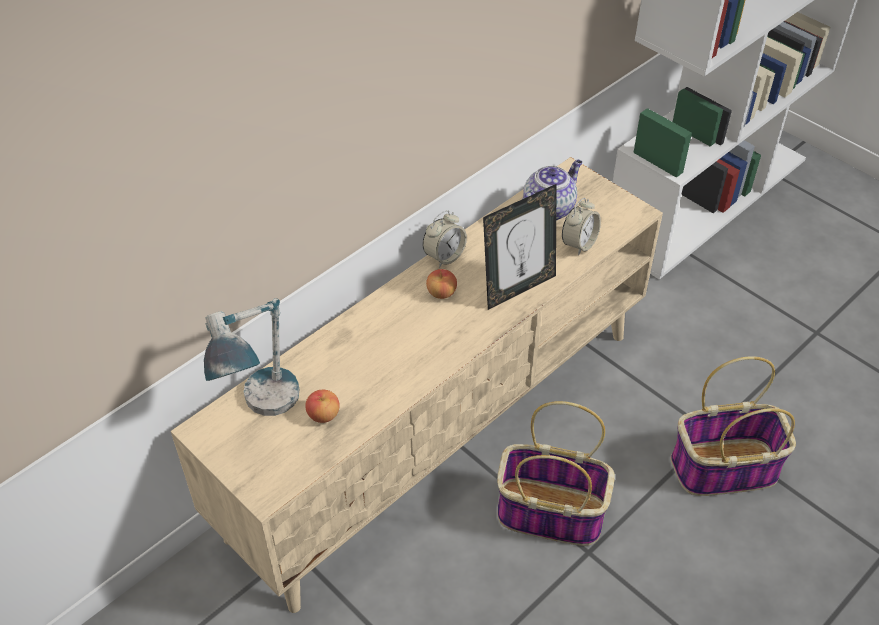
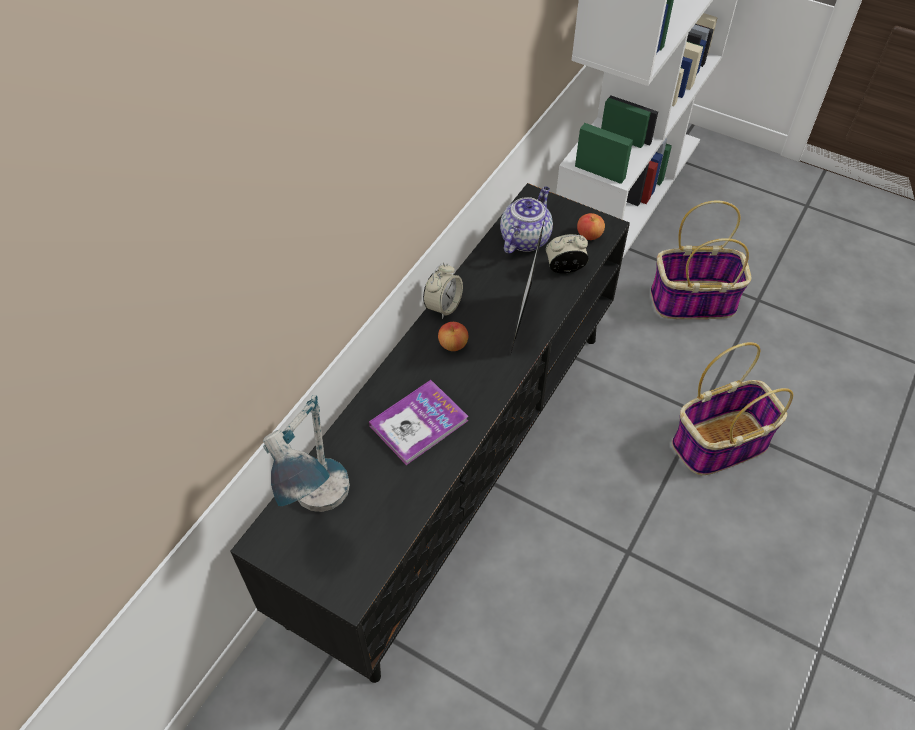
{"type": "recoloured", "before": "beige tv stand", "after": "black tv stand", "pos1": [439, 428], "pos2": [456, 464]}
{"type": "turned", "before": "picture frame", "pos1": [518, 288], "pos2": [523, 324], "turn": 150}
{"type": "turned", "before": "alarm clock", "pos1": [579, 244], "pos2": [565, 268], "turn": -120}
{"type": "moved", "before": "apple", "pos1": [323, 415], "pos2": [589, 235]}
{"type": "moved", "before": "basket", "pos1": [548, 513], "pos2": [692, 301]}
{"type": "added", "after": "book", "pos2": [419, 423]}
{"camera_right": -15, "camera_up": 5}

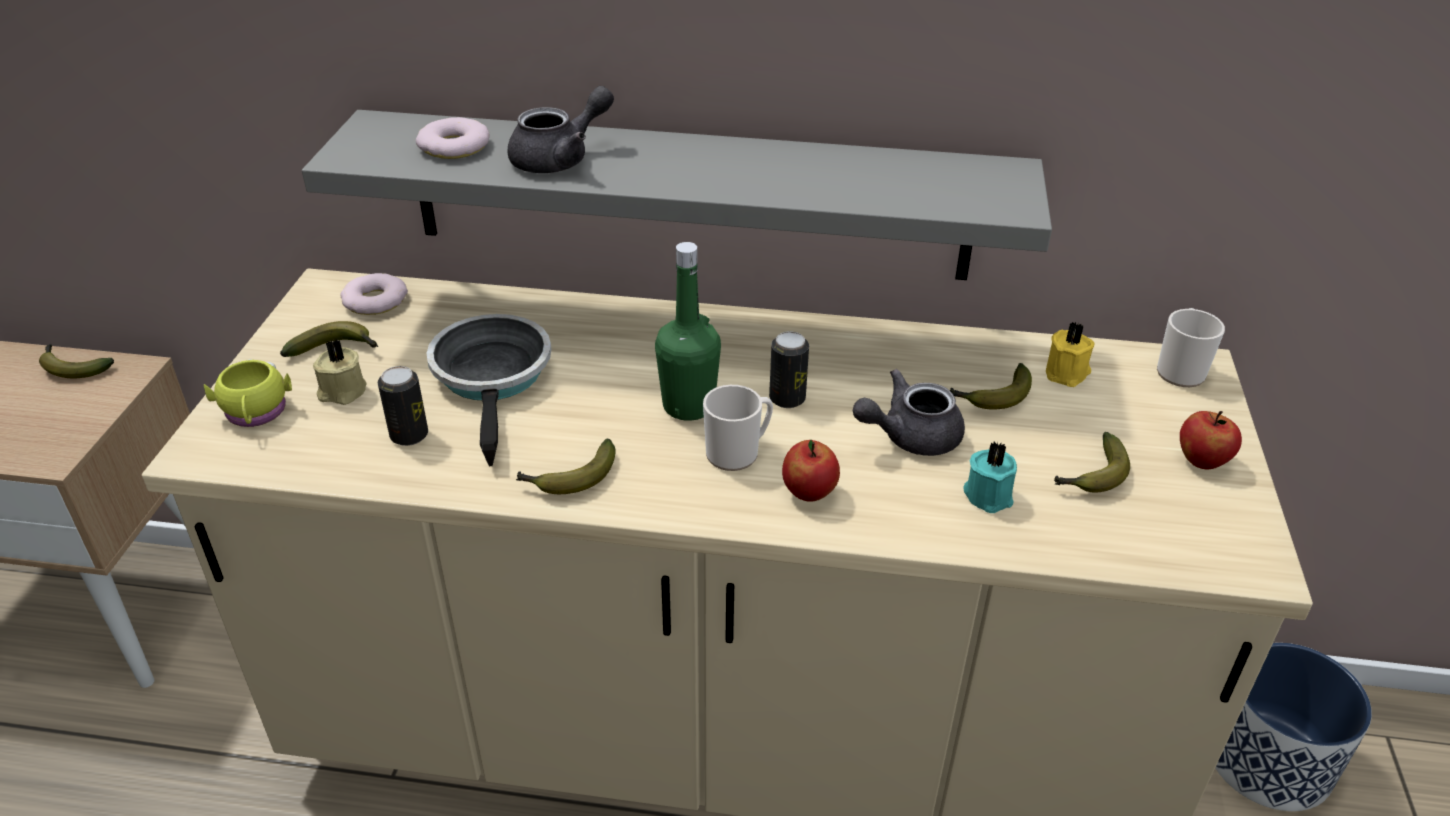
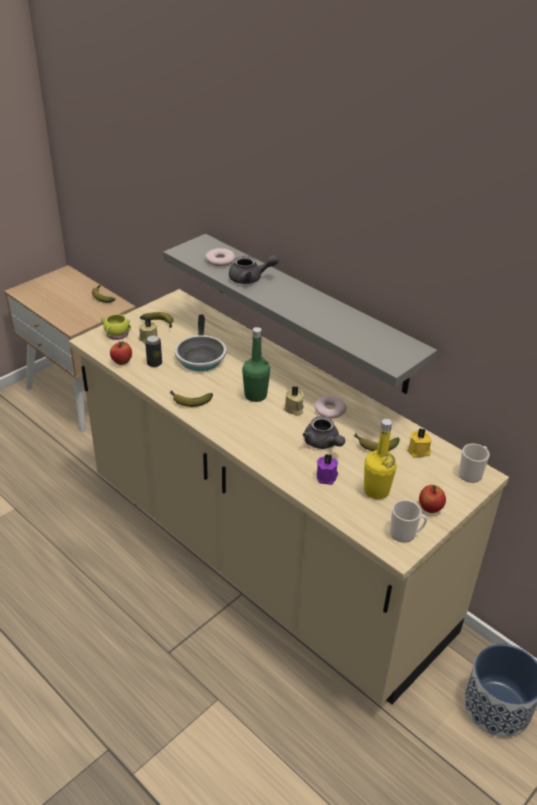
{"type": "moved", "before": "donut", "pos1": [375, 301], "pos2": [329, 410]}
{"type": "turned", "before": "frying pan", "pos1": [493, 378], "pos2": [200, 356], "turn": 150}
{"type": "replaced", "before": "can", "after": "beige candle", "pos1": [787, 398], "pos2": [294, 409]}
{"type": "turned", "before": "grey teapot", "pos1": [909, 436], "pos2": [323, 443], "turn": -135}
{"type": "moved", "before": "mug", "pos1": [738, 453], "pos2": [405, 533]}
{"type": "replaced", "before": "banana", "after": "yellow bottle", "pos1": [1092, 476], "pos2": [376, 491]}
{"type": "moved", "before": "apple", "pos1": [809, 492], "pos2": [122, 362]}
{"type": "recoloured", "before": "turquoise candle", "after": "purple candle", "pos1": [989, 494], "pos2": [327, 477]}
{"camera_right": 35, "camera_up": 0}

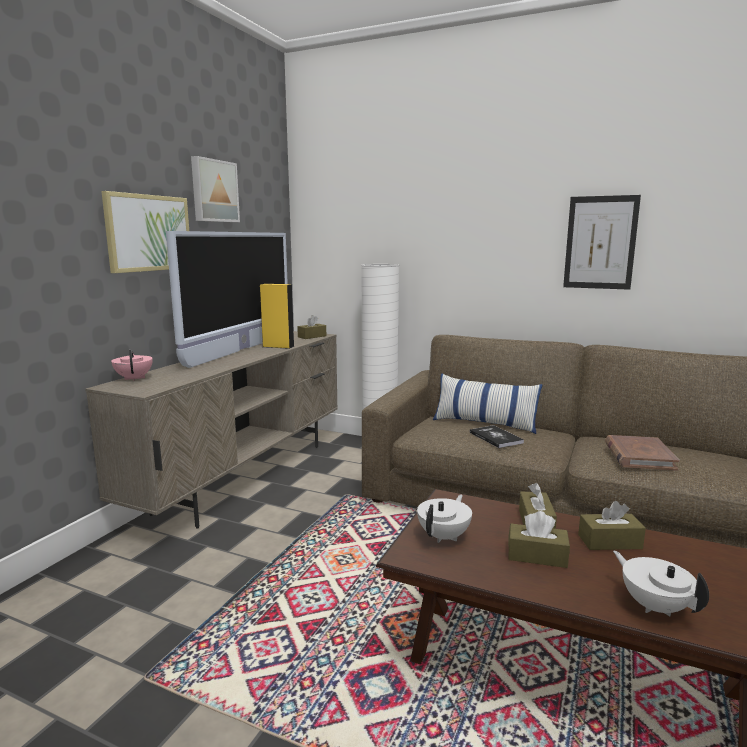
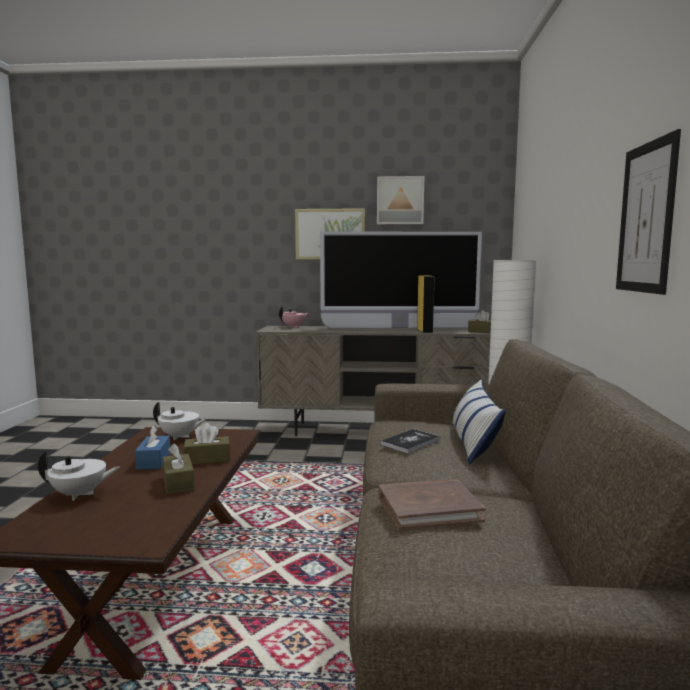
{"type": "recoloured", "before": "brown tissue box", "after": "blue tissue box", "pos1": [537, 556], "pos2": [154, 461]}
{"type": "turned", "before": "white teapot", "pos1": [654, 606], "pos2": [80, 494], "turn": 45}
{"camera_right": 70, "camera_up": -5}

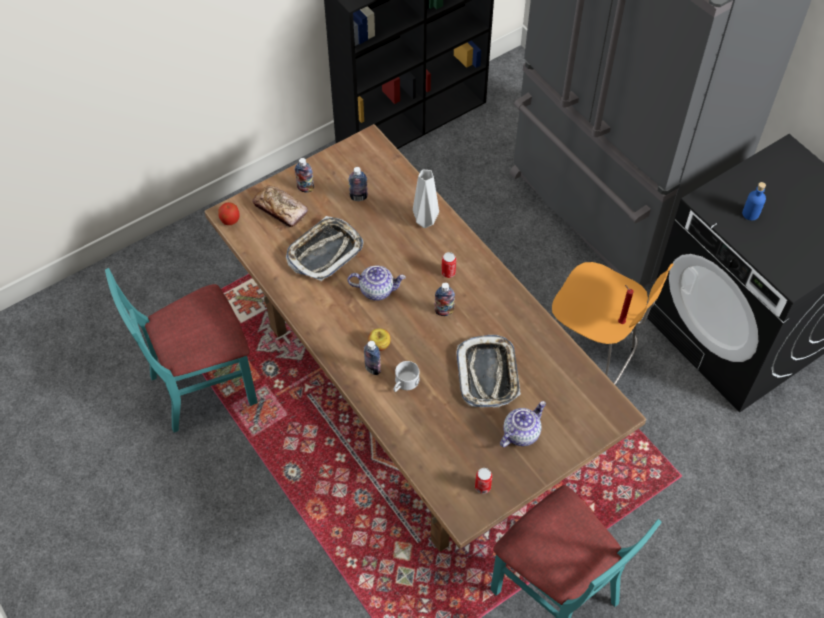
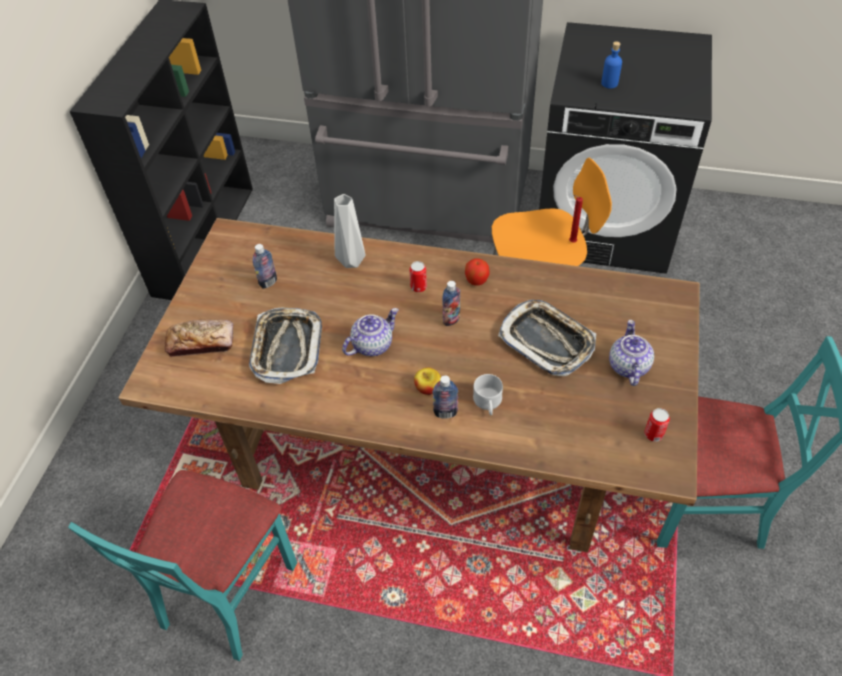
{"type": "removed", "before": "bottle", "pos1": [305, 188]}
{"type": "moved", "before": "apple", "pos1": [230, 220], "pos2": [476, 280]}
{"camera_right": -40, "camera_up": -5}

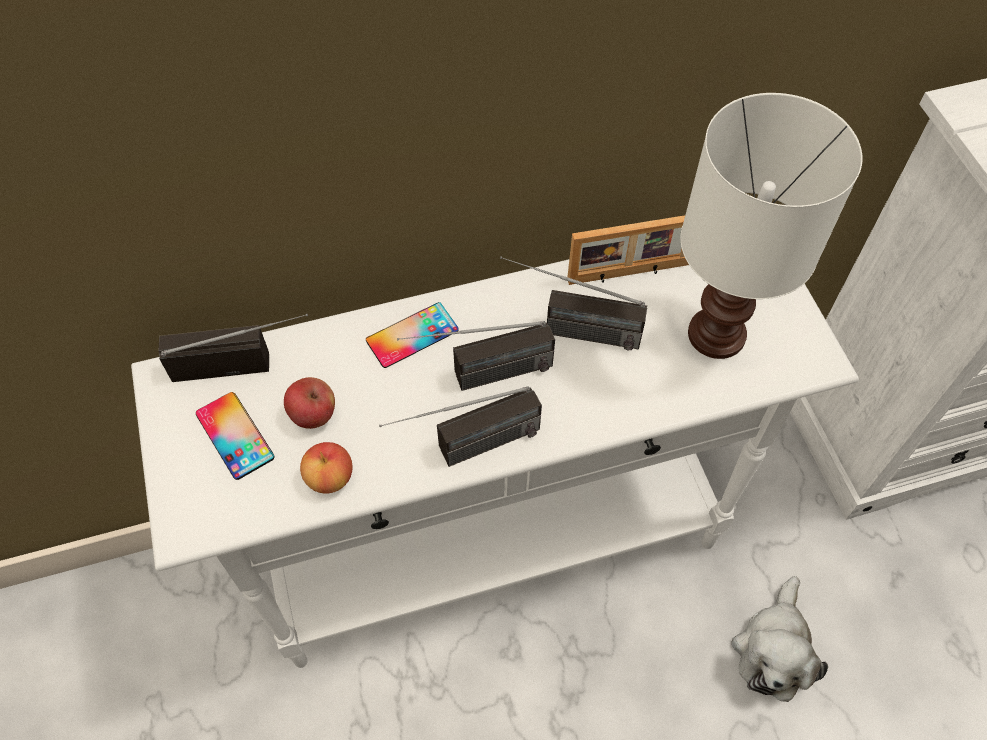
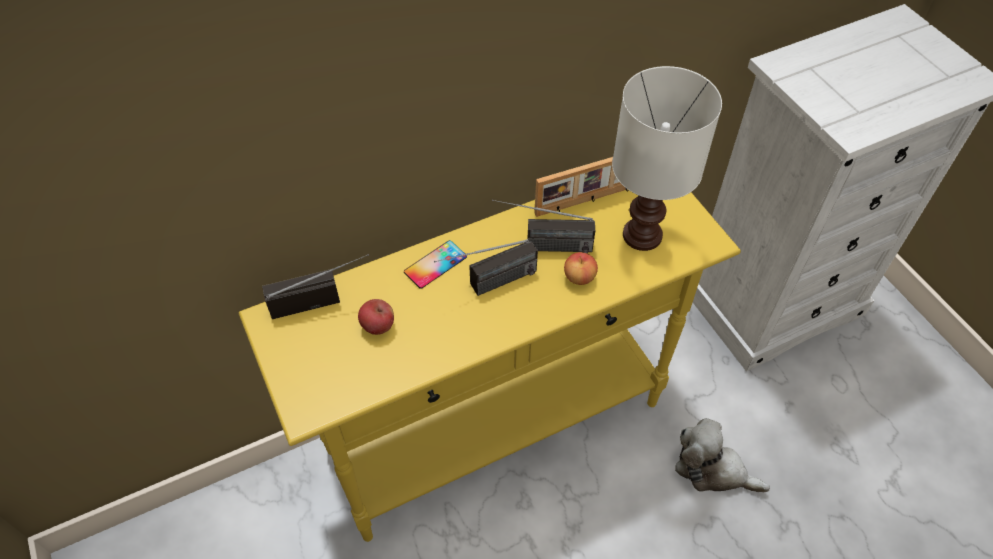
{"type": "recoloured", "before": "white console table", "after": "yellow console table", "pos1": [494, 542], "pos2": [496, 427]}
{"type": "removed", "before": "radio", "pos1": [465, 451]}
{"type": "removed", "before": "phone", "pos1": [235, 435]}
{"type": "moved", "before": "apple", "pos1": [330, 477], "pos2": [579, 277]}
{"type": "turned", "before": "plush toy", "pos1": [773, 649], "pos2": [712, 469], "turn": 105}
{"camera_right": -10, "camera_up": -5}

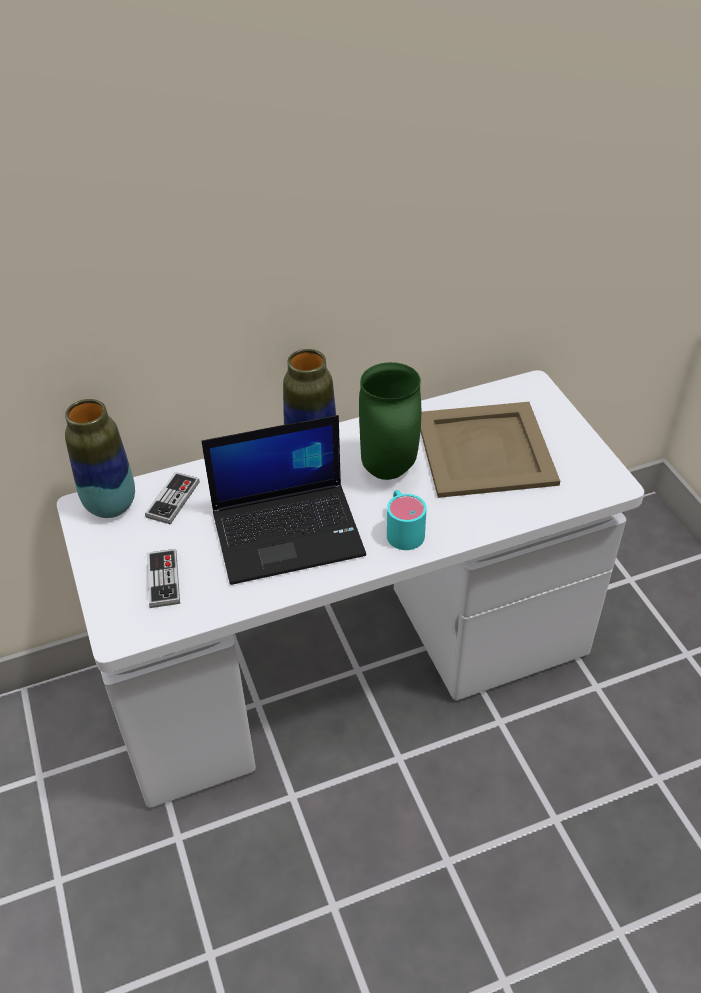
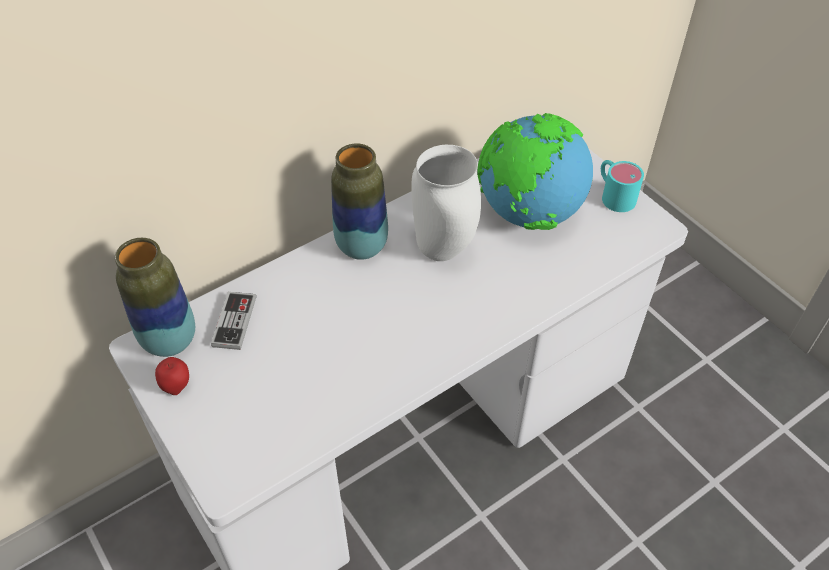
{"type": "recoloured", "before": "green vase", "after": "white vase", "pos1": [387, 471], "pos2": [441, 251]}
{"type": "replaced", "before": "beige tray", "after": "globe", "pos1": [484, 450], "pos2": [528, 214]}
{"type": "removed", "before": "laptop", "pos1": [289, 531]}
{"type": "moved", "before": "turquoise mug", "pos1": [402, 529], "pos2": [613, 194]}
{"type": "removed", "before": "game controller", "pos1": [163, 579]}
{"type": "added", "after": "apple", "pos2": [177, 387]}
{"camera_right": -15, "camera_up": 5}

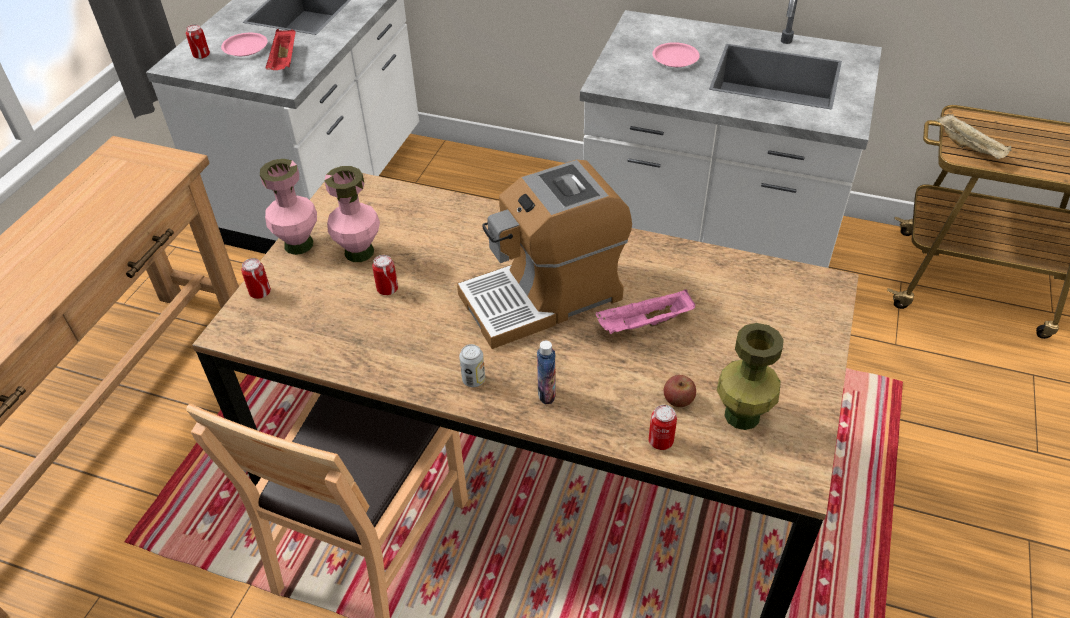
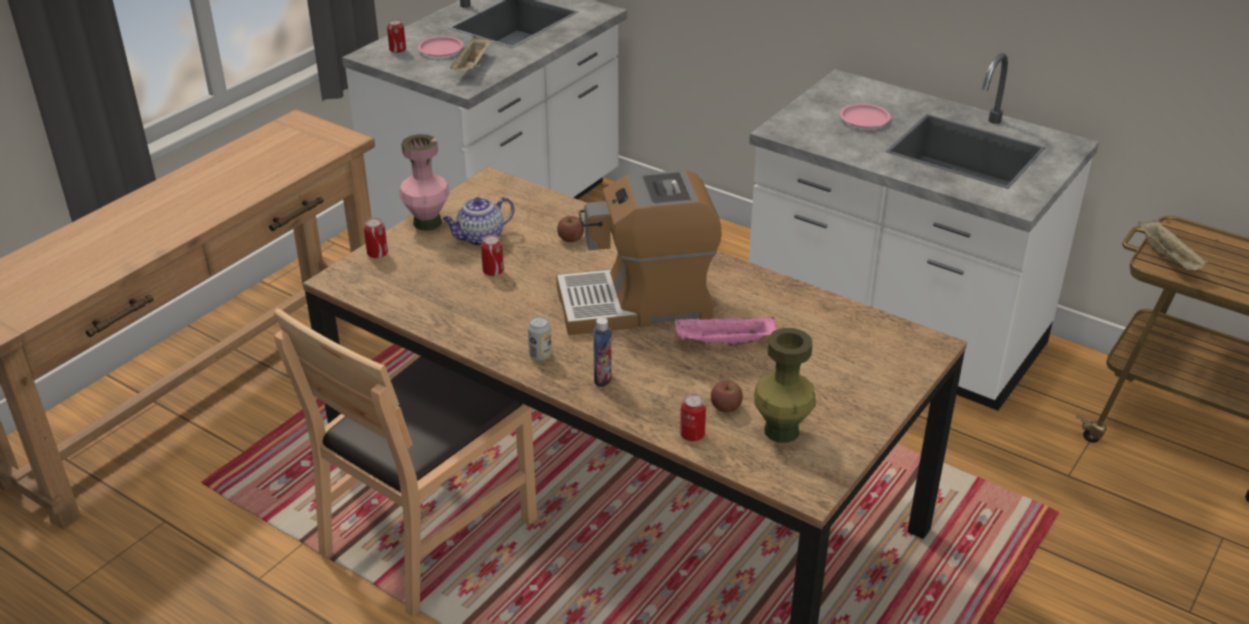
{"type": "recoloured", "before": "red tray", "after": "beige tray", "pos1": [284, 62], "pos2": [472, 67]}
{"type": "replaced", "before": "pink vase", "after": "teapot", "pos1": [359, 252], "pos2": [480, 238]}
{"type": "added", "after": "apple", "pos2": [570, 238]}
{"camera_right": 15, "camera_up": -10}

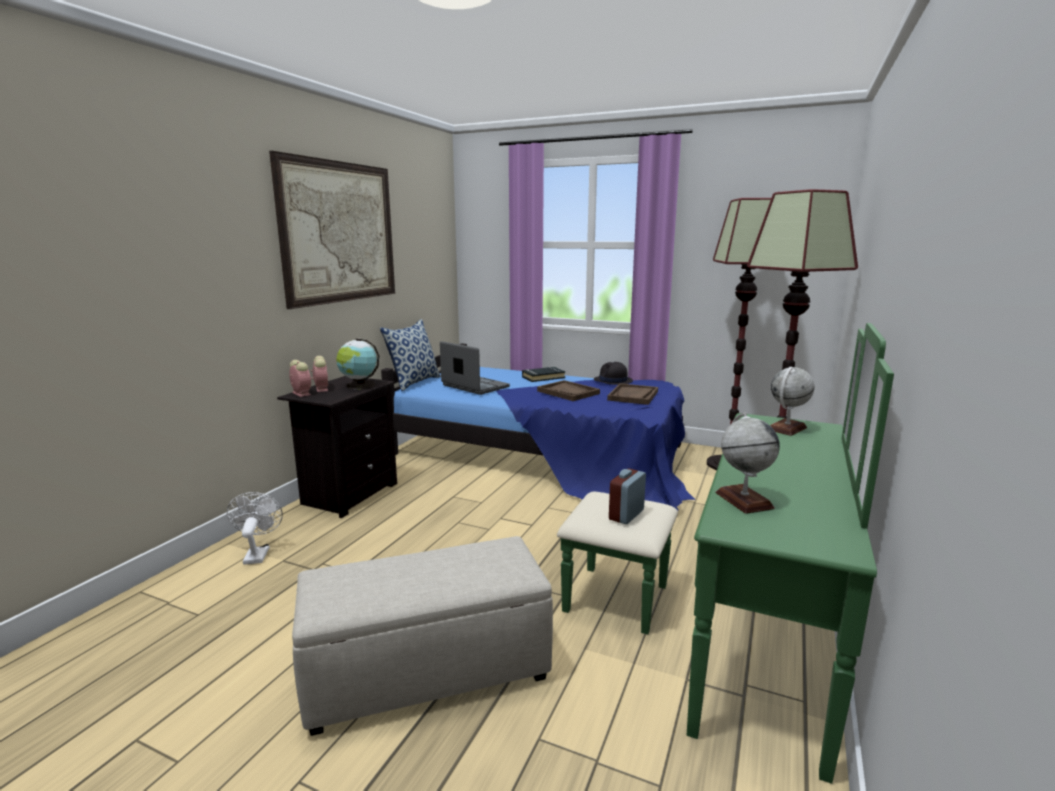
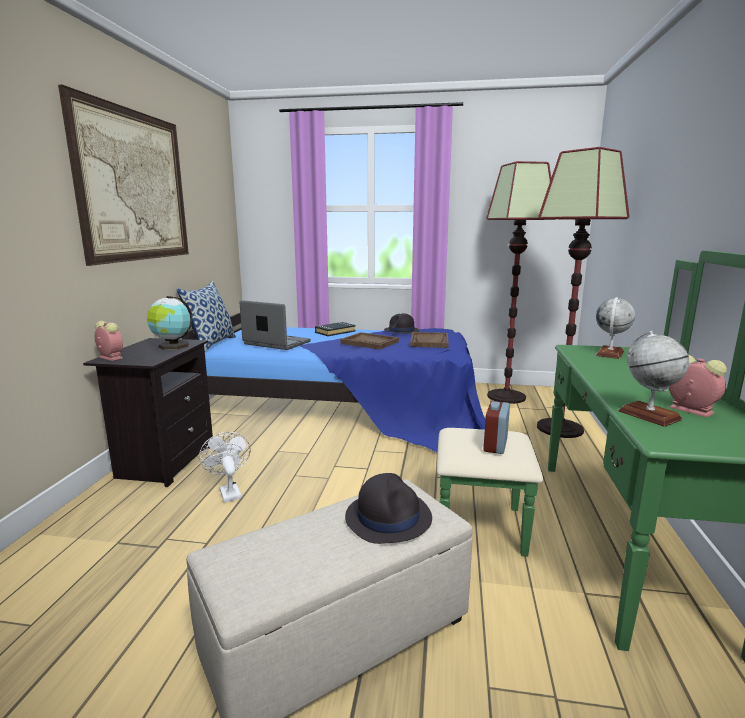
{"type": "moved", "before": "alarm clock", "pos1": [321, 388], "pos2": [689, 410]}
{"type": "moved", "before": "white fan", "pos1": [257, 553], "pos2": [228, 491]}
{"type": "added", "after": "black hat", "pos2": [388, 517]}
{"camera_right": -15, "camera_up": 0}

